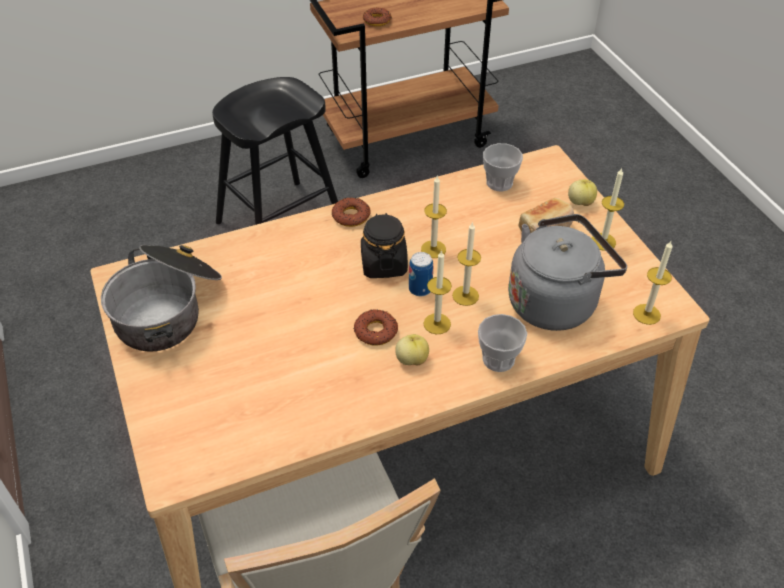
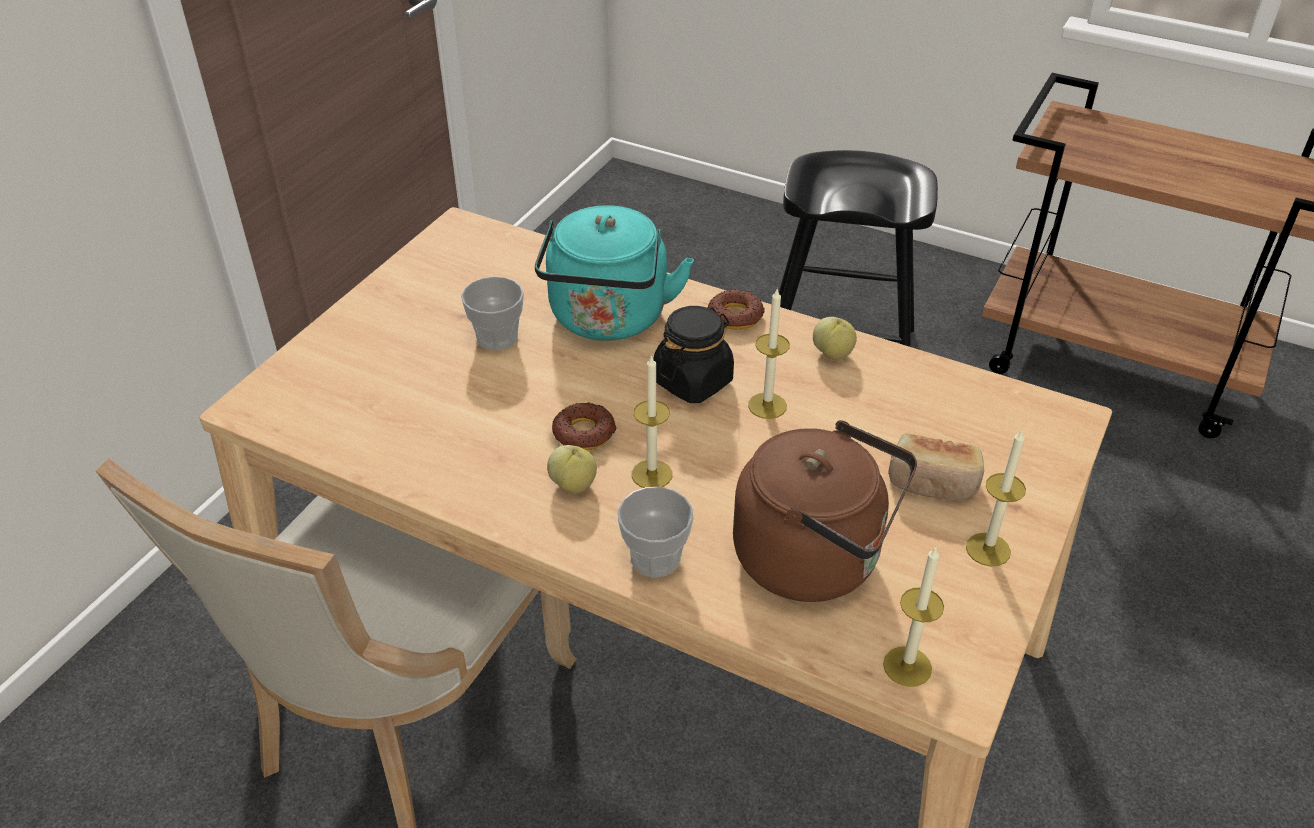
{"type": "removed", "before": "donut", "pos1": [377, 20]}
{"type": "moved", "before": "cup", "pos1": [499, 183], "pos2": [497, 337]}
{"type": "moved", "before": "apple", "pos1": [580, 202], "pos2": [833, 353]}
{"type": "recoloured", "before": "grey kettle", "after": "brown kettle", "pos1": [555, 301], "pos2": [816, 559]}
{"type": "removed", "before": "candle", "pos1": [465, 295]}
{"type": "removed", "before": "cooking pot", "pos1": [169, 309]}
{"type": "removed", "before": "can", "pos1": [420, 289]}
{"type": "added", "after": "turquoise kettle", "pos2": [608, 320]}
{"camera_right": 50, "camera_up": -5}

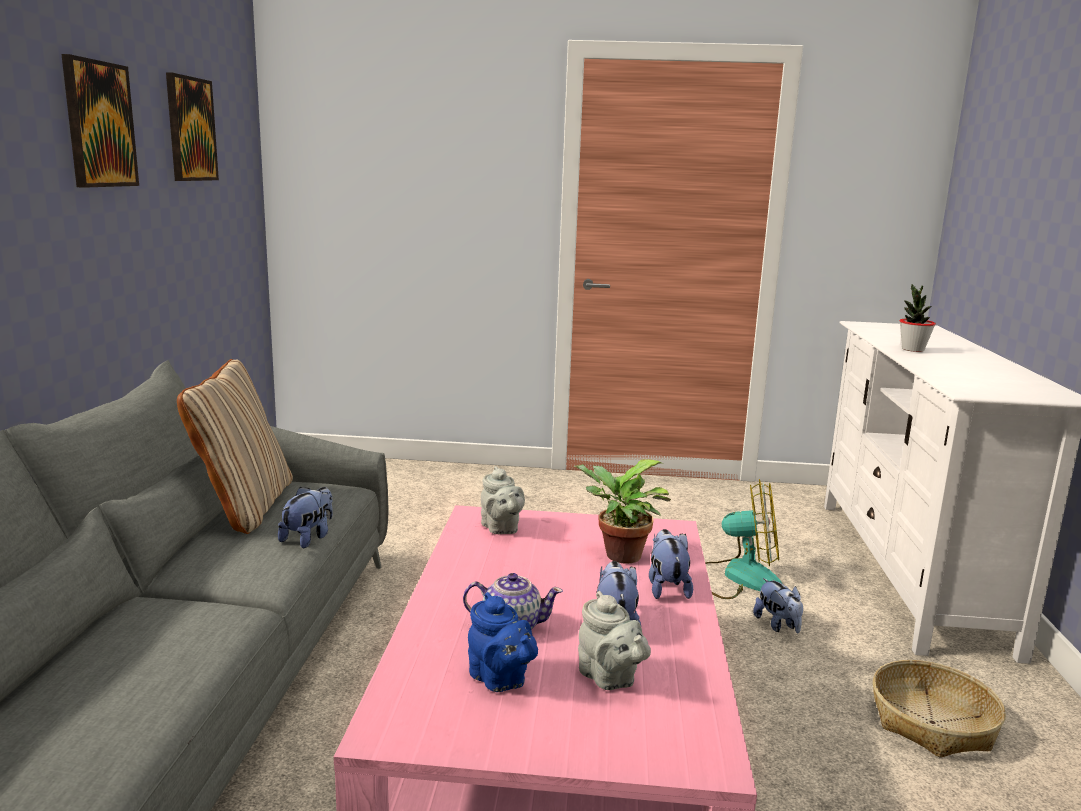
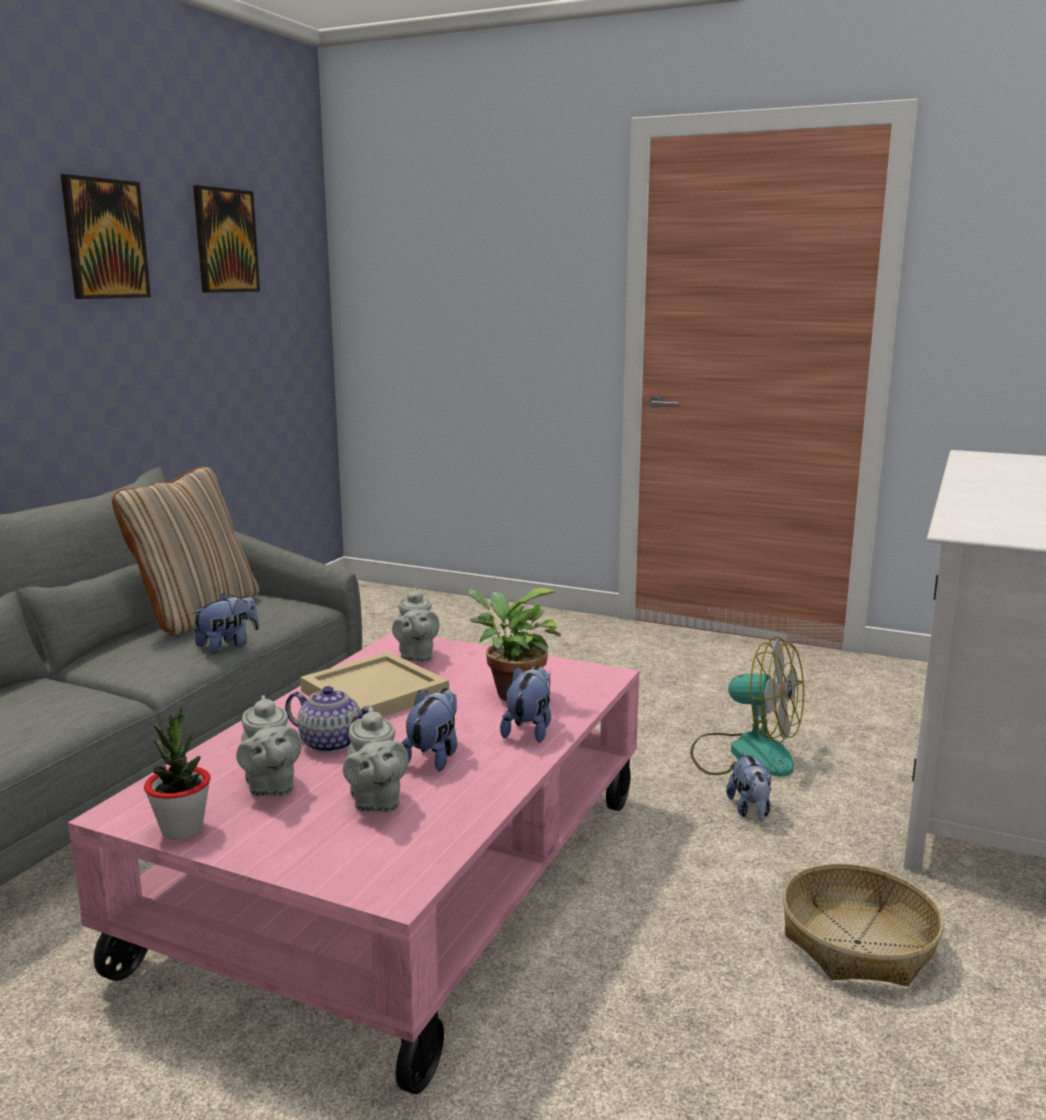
{"type": "moved", "before": "potted plant", "pos1": [912, 349], "pos2": [182, 829]}
{"type": "recoloured", "before": "blue teapot", "after": "grey teapot", "pos1": [500, 680], "pos2": [270, 787]}
{"type": "added", "after": "beige tray", "pos2": [374, 694]}
{"camera_right": 20, "camera_up": 0}

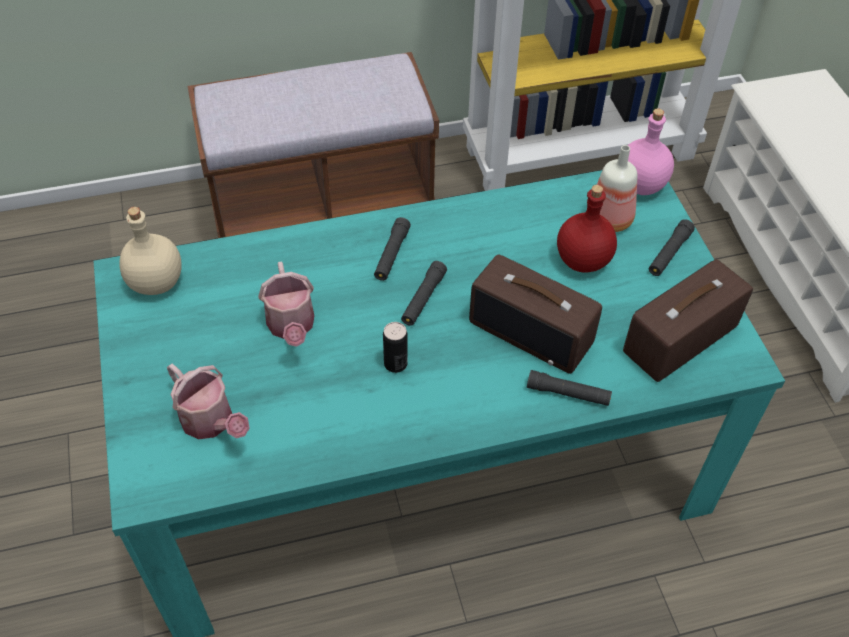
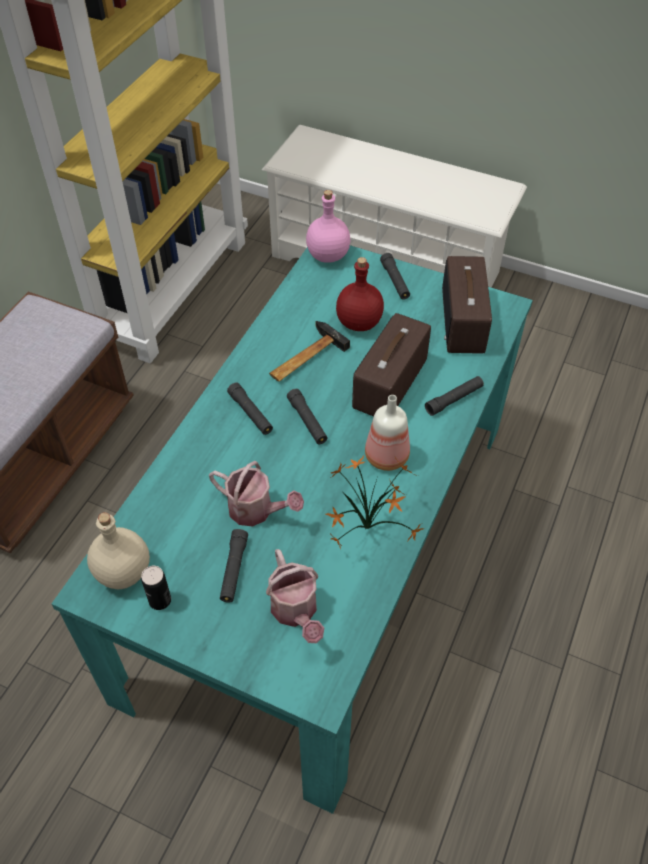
{"type": "moved", "before": "bottle", "pos1": [609, 218], "pos2": [385, 455]}
{"type": "turned", "before": "radio", "pos1": [532, 332], "pos2": [391, 384], "turn": 135}
{"type": "moved", "before": "can", "pos1": [395, 363], "pos2": [160, 600]}
{"type": "turned", "before": "watering can", "pos1": [211, 422], "pos2": [296, 611], "turn": 75}
{"type": "added", "after": "hammer", "pos2": [304, 357]}
{"type": "added", "after": "potted plant", "pos2": [370, 528]}
{"type": "added", "after": "black flashlight", "pos2": [234, 569]}
{"camera_right": -50, "camera_up": 0}

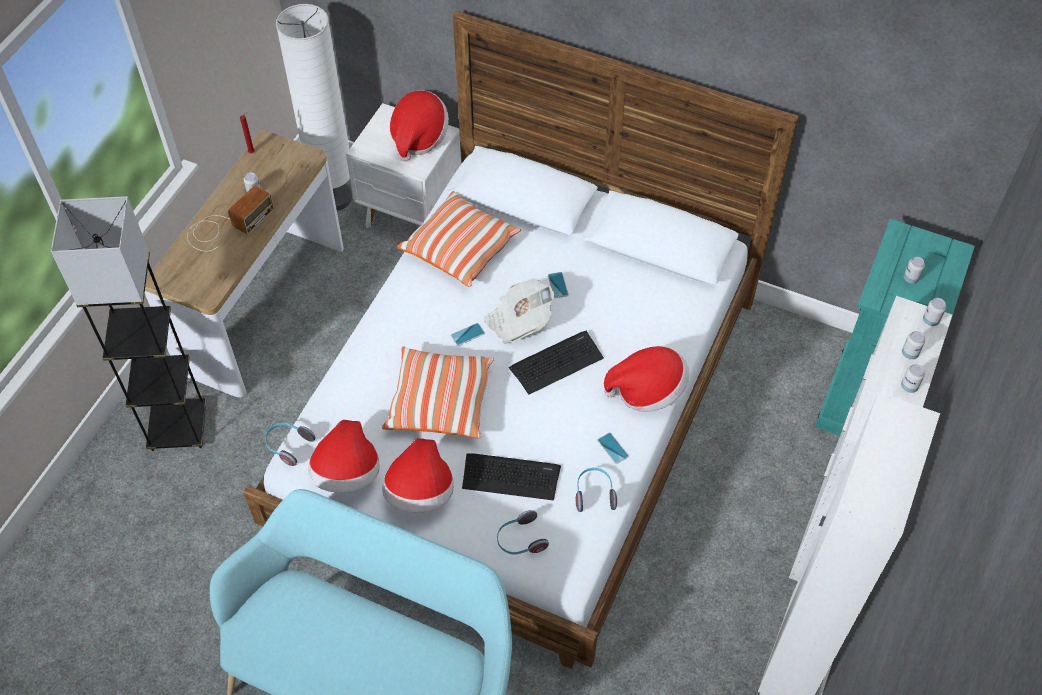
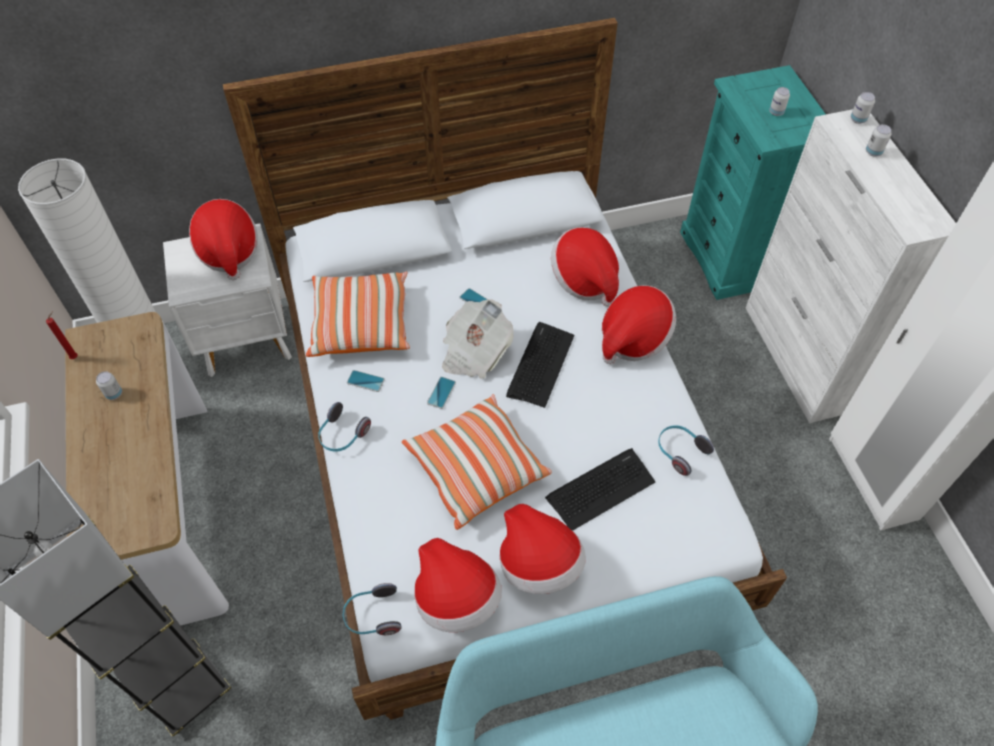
{"type": "removed", "before": "radio", "pos1": [227, 226]}
{"type": "removed", "before": "can", "pos1": [909, 386]}
{"type": "moved", "before": "phone", "pos1": [612, 448], "pos2": [365, 381]}
{"type": "moved", "before": "headphones", "pos1": [520, 540], "pos2": [342, 435]}
{"type": "added", "after": "hat", "pos2": [584, 279]}
{"camera_right": -40, "camera_up": 0}

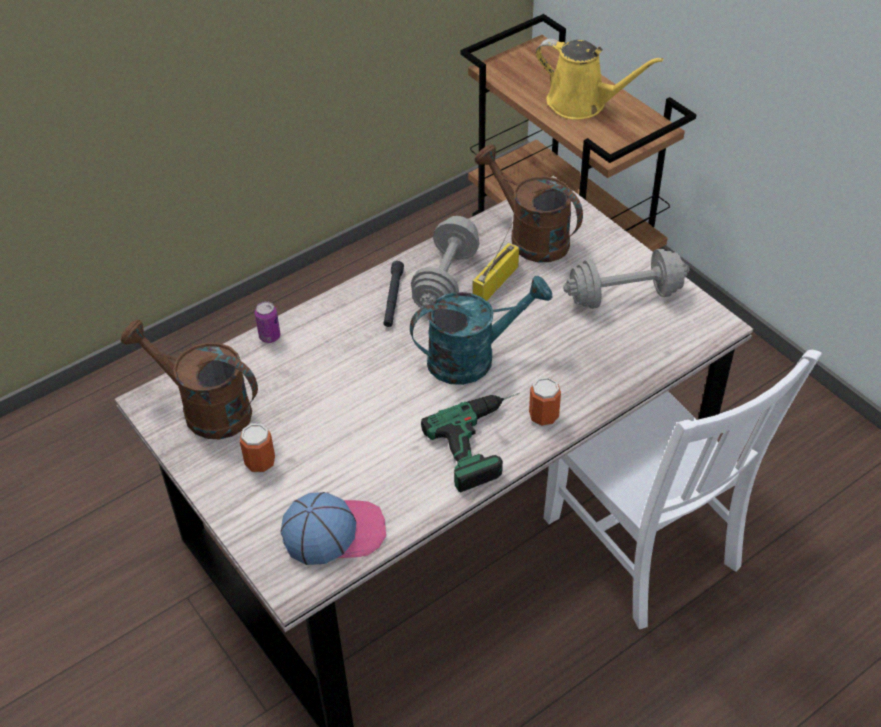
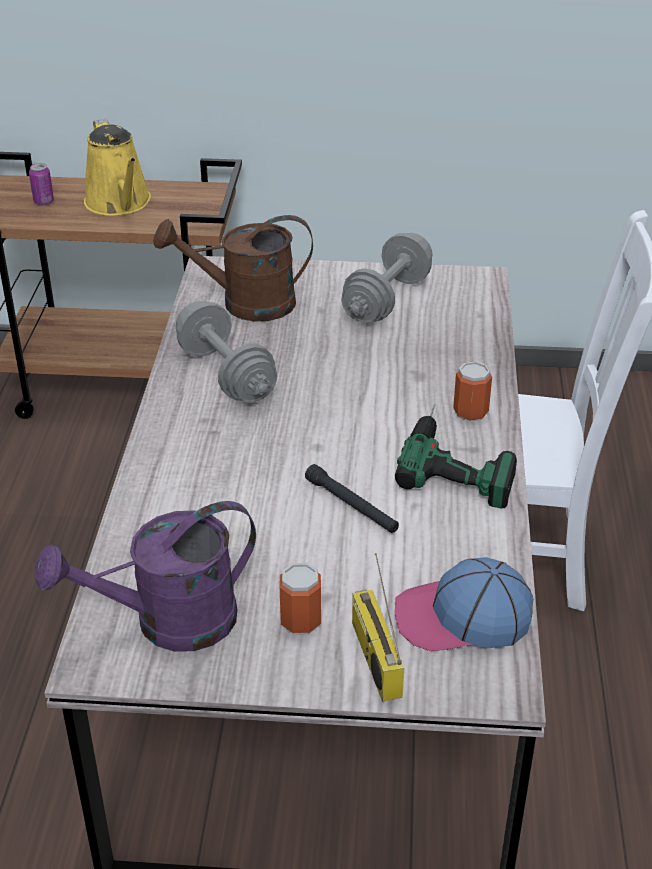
{"type": "turned", "before": "yellow watering can", "pos1": [582, 103], "pos2": [120, 204], "turn": 90}
{"type": "moved", "before": "radio", "pos1": [495, 281], "pos2": [374, 657]}
{"type": "moved", "before": "black flashlight", "pos1": [393, 298], "pos2": [351, 506]}
{"type": "removed", "before": "turquoise watering can", "pos1": [473, 357]}
{"type": "moved", "before": "can", "pos1": [270, 336], "pos2": [43, 202]}
{"type": "recoloured", "before": "brown watering can", "after": "purple watering can", "pos1": [205, 409], "pos2": [168, 623]}
{"type": "turned", "before": "cap", "pos1": [334, 532], "pos2": [462, 617], "turn": -120}
{"camera_right": -50, "camera_up": -10}

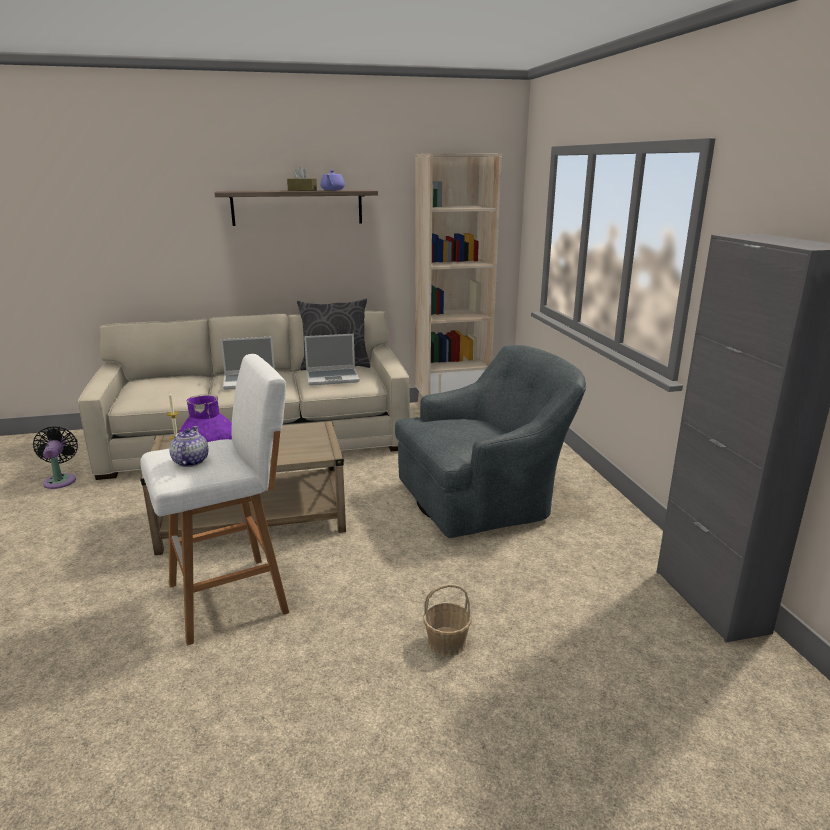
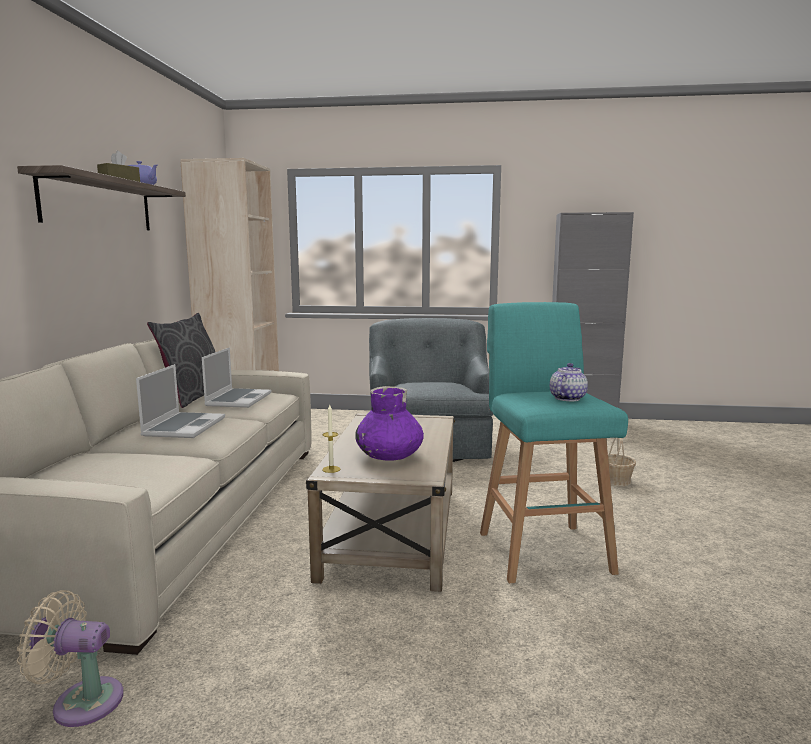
{"type": "recoloured", "before": "white stool", "after": "turquoise stool", "pos1": [232, 597], "pos2": [542, 549]}
{"type": "recoloured", "before": "black fan", "after": "beige fan", "pos1": [60, 480], "pos2": [81, 701]}
{"type": "turned", "before": "teapot", "pos1": [190, 461], "pos2": [567, 398], "turn": 105}
{"camera_right": -70, "camera_up": -10}

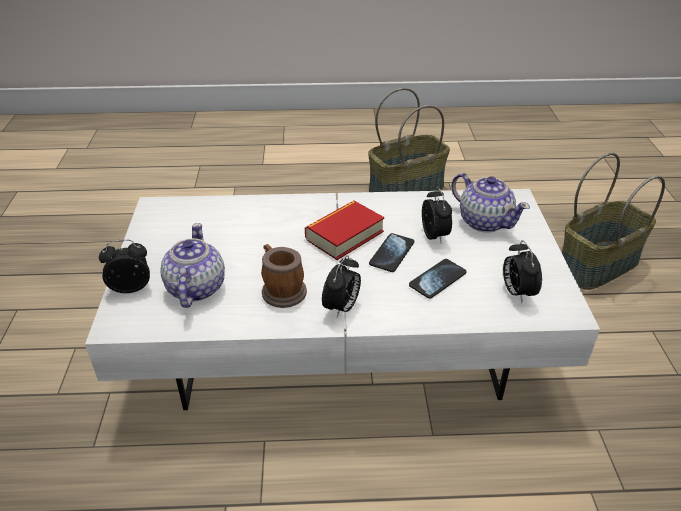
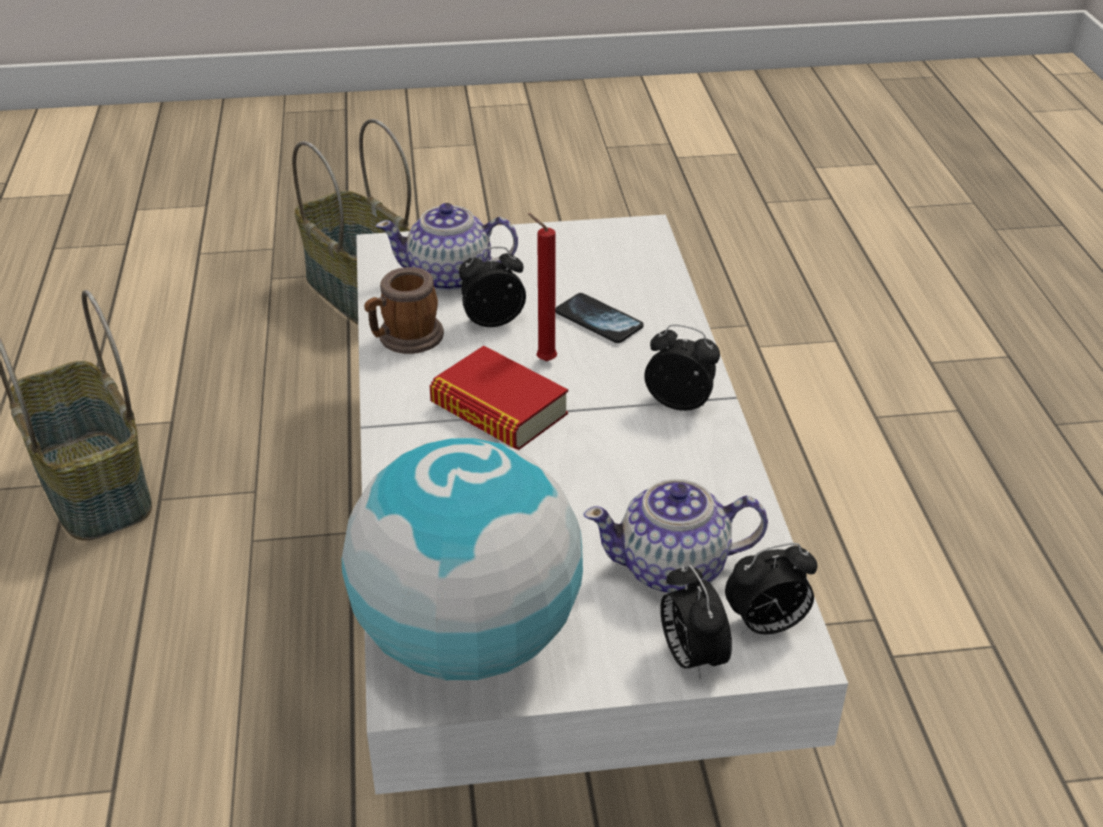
{"type": "turned", "before": "teapot", "pos1": [484, 221], "pos2": [451, 277], "turn": -135}
{"type": "replaced", "before": "phone", "after": "red candle", "pos1": [392, 253], "pos2": [543, 360]}
{"type": "moved", "before": "alarm clock", "pos1": [517, 292], "pos2": [766, 625]}
{"type": "moved", "before": "mug", "pos1": [281, 290], "pos2": [405, 339]}
{"type": "added", "after": "globe", "pos2": [467, 640]}
{"camera_right": -95, "camera_up": 0}

